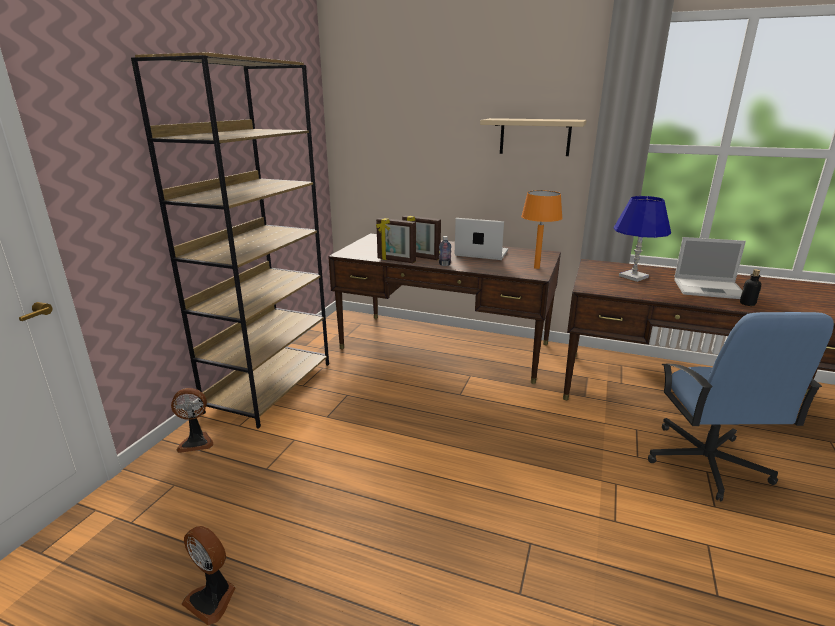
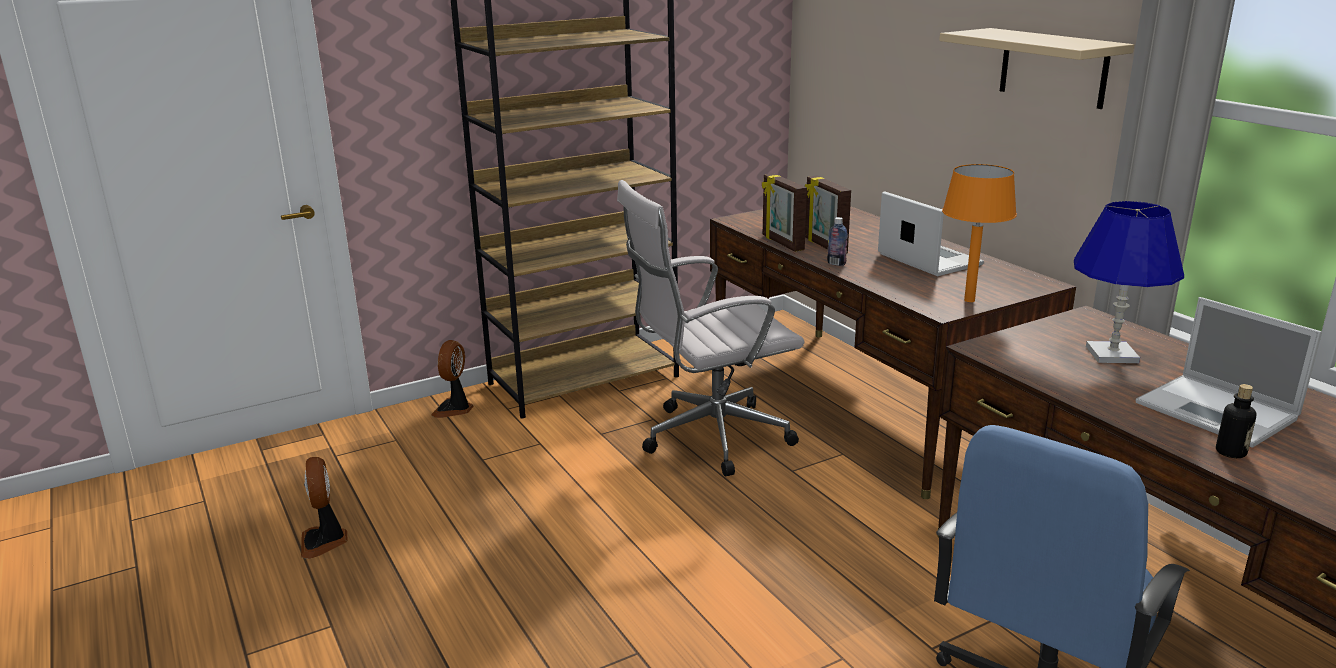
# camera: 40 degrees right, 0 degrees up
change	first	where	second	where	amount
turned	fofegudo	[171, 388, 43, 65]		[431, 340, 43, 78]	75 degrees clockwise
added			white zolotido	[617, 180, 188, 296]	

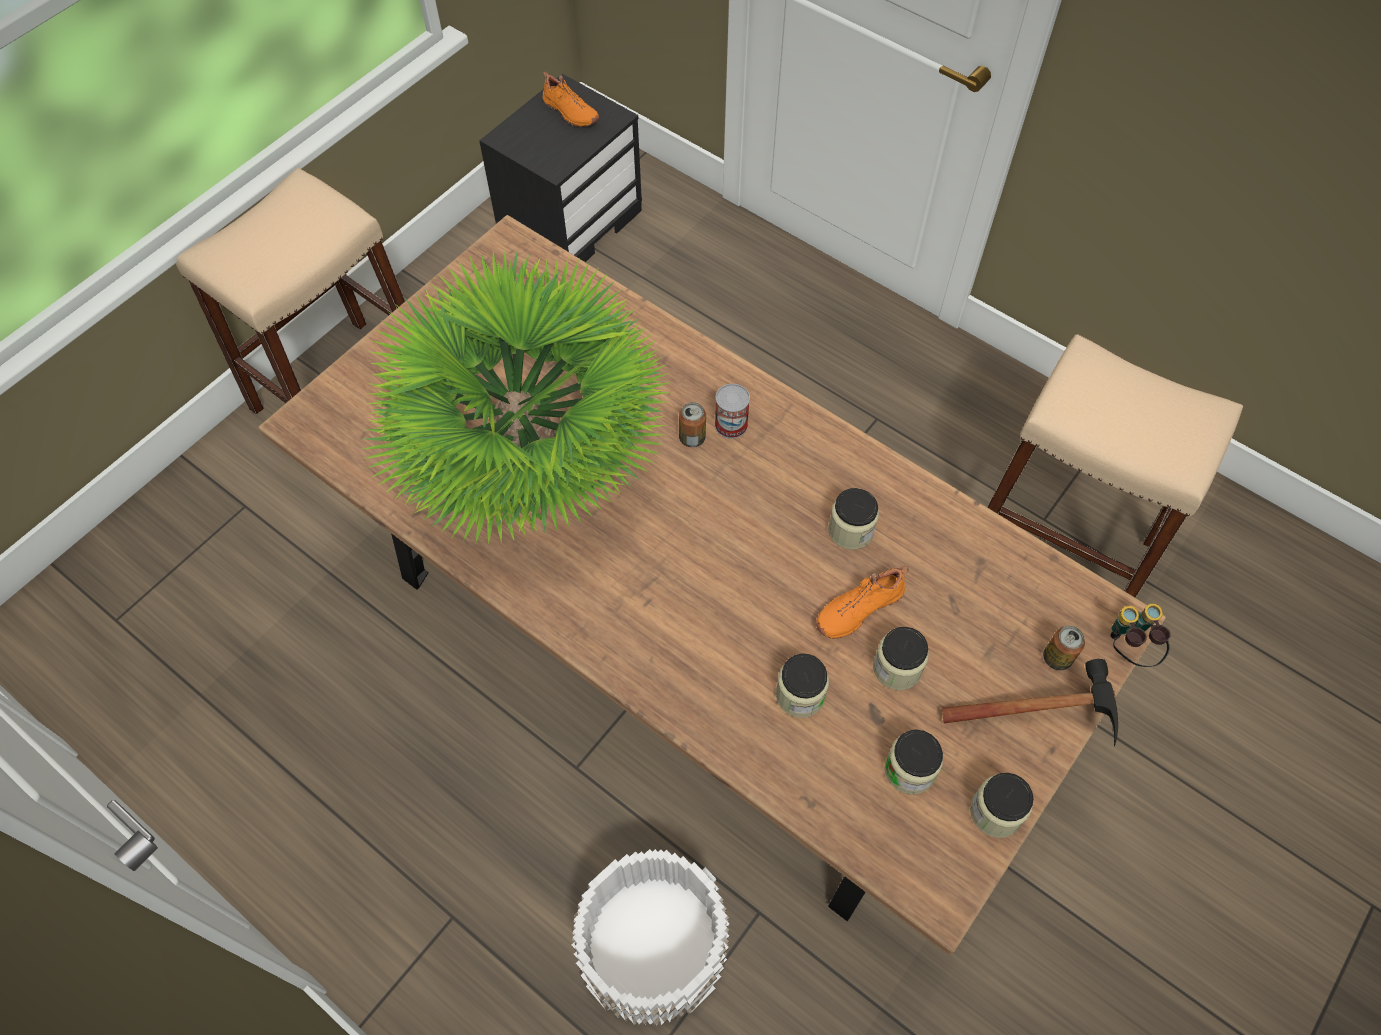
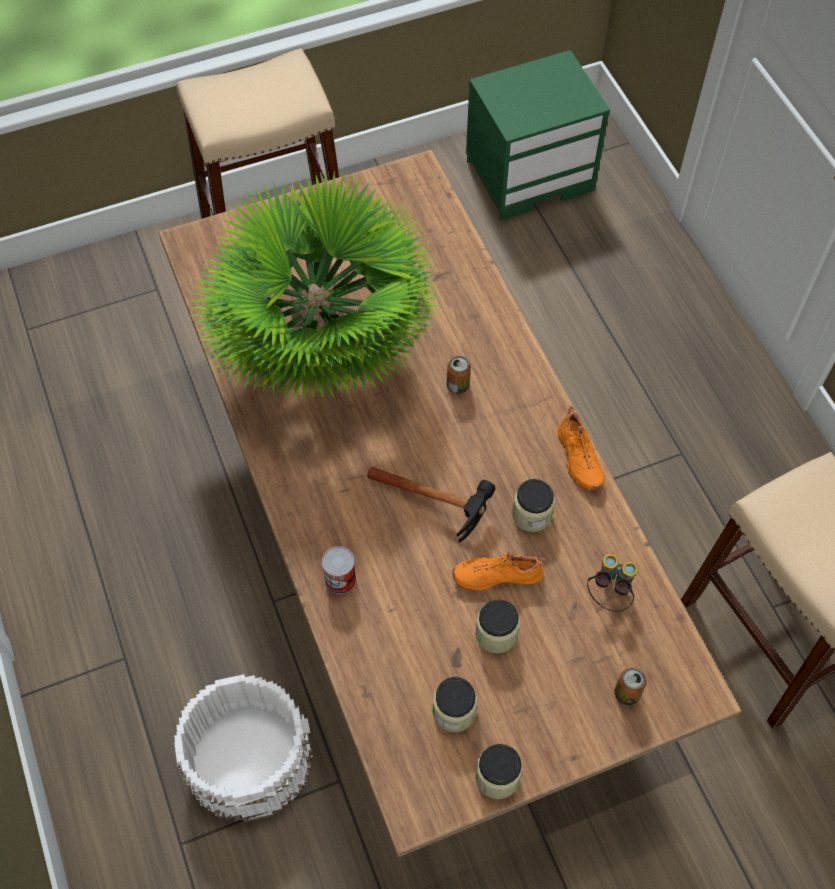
# camera: 30 degrees right, 0 degrees up
change	first	where	second	where	amount
moved	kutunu	[715, 384, 35, 55]		[322, 546, 34, 48]	
moved	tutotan	[942, 659, 176, 87]		[367, 467, 129, 75]	
recoloured	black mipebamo	[479, 74, 163, 188]	green mipebamo	[466, 50, 144, 171]	
moved	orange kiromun	[543, 71, 57, 56]		[558, 406, 46, 85]	
moved	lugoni	[1110, 603, 61, 64]		[587, 554, 51, 58]	
removed	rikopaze	[776, 653, 53, 65]			

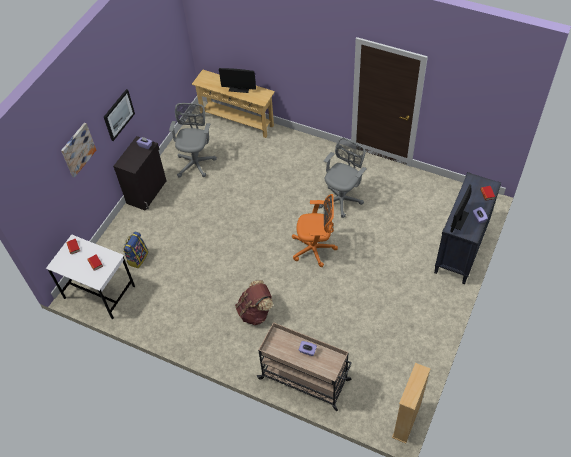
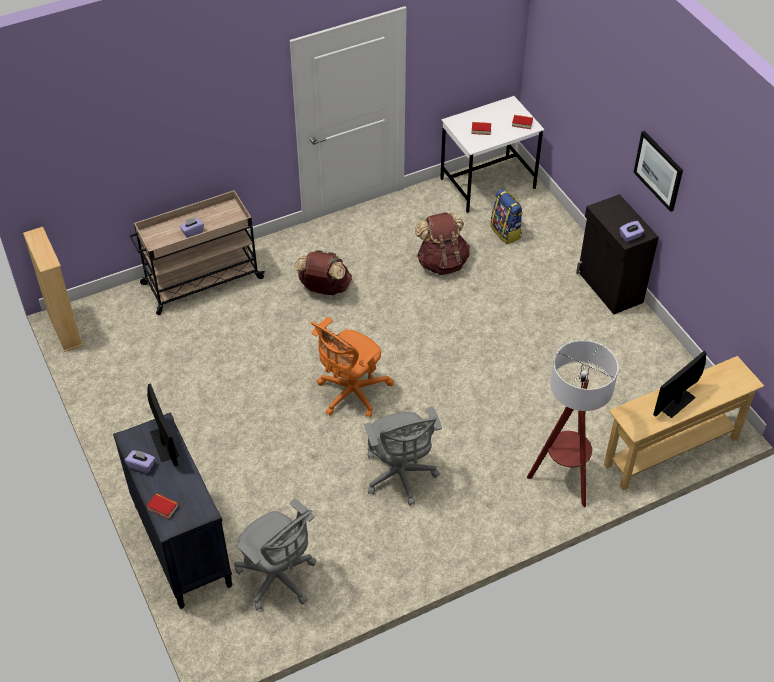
# camera: 125 degrees right, 5 degrees down
change	first	where	second	where	amount
moved	grey zolotido	[169, 103, 48, 75]		[234, 499, 83, 112]	
added			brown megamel	[415, 212, 55, 63]	
added			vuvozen	[527, 340, 92, 167]	
removed	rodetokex	[61, 123, 35, 55]			

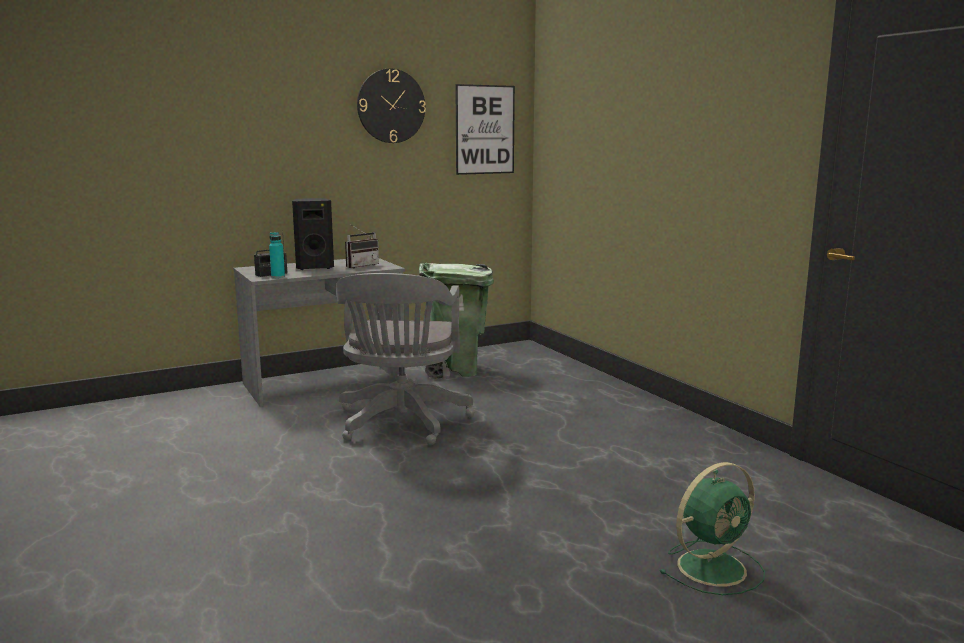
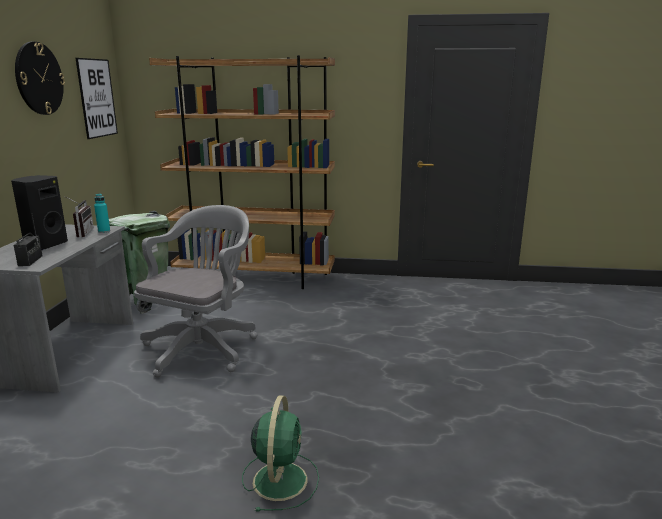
# camera: 55 degrees left, 5 degrees up
change	first	where	second	where	amount
moved	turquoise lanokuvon	[269, 232, 16, 46]		[94, 193, 16, 40]	
turned	grey zolotido	[336, 273, 139, 172]		[134, 205, 123, 173]	105 degrees counterclockwise
added			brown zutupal	[149, 55, 186, 234]	
moved	green fofegudo	[659, 462, 106, 133]		[242, 395, 77, 117]	

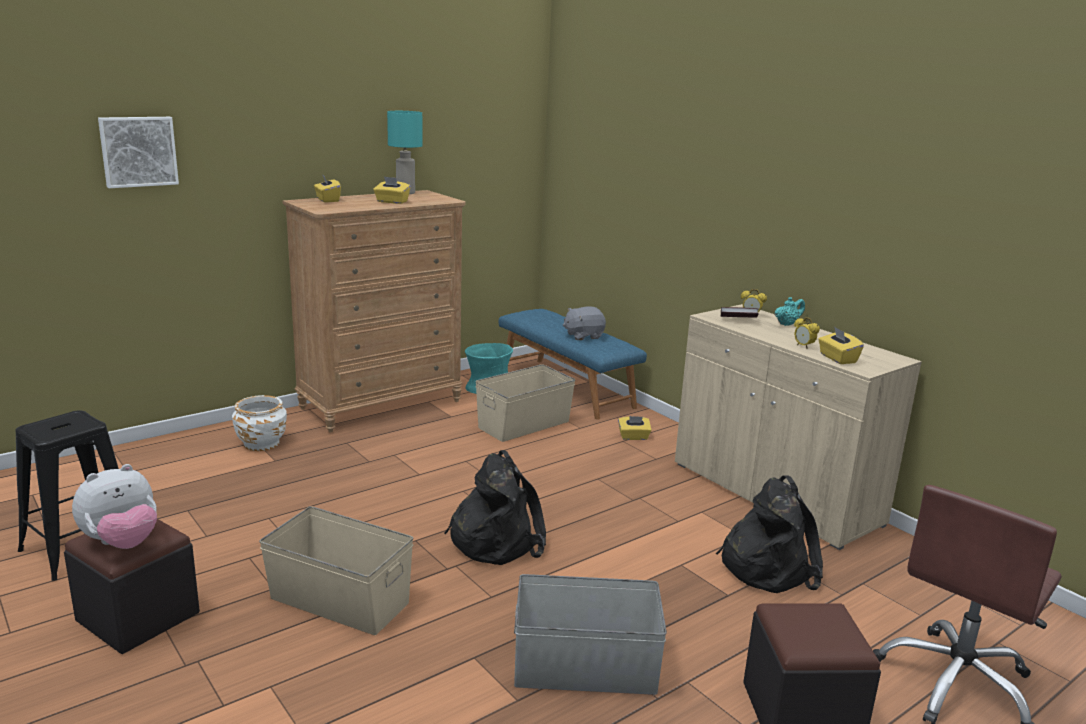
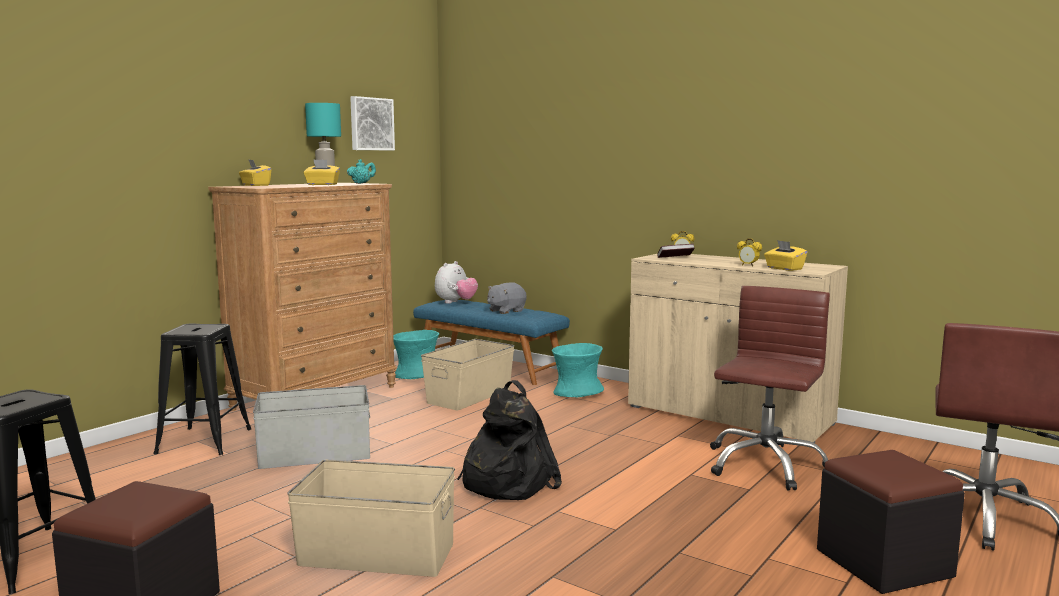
# camera: 15 degrees left, 10 degrees down
change	first	where	second	where	amount
replaced	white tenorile	[232, 395, 55, 56]	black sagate	[153, 324, 98, 131]	
moved	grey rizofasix	[514, 574, 153, 121]		[253, 385, 117, 84]	
moved	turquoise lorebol	[774, 297, 31, 29]		[347, 159, 29, 25]	
moved	rodetokex	[98, 117, 81, 71]		[350, 96, 45, 54]	
moved	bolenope	[72, 464, 85, 85]		[435, 261, 43, 43]	
replaced	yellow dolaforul	[618, 416, 34, 24]	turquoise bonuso	[552, 343, 52, 54]	
replaced	black megamel	[716, 475, 107, 118]	brown zolotido	[710, 286, 120, 204]	

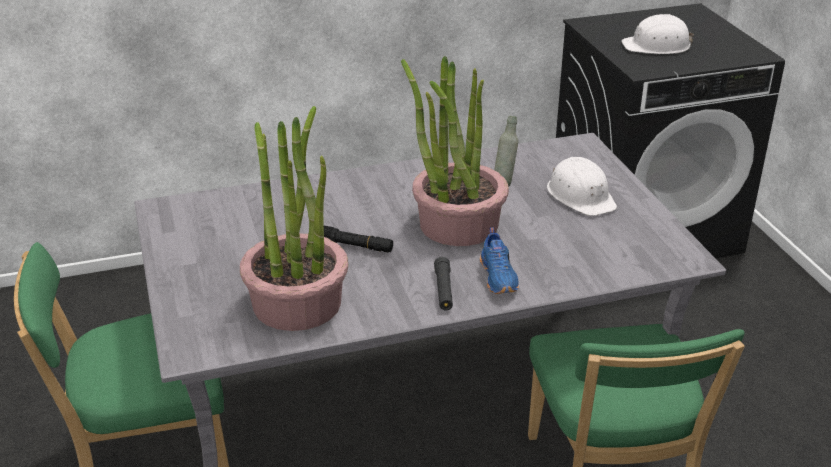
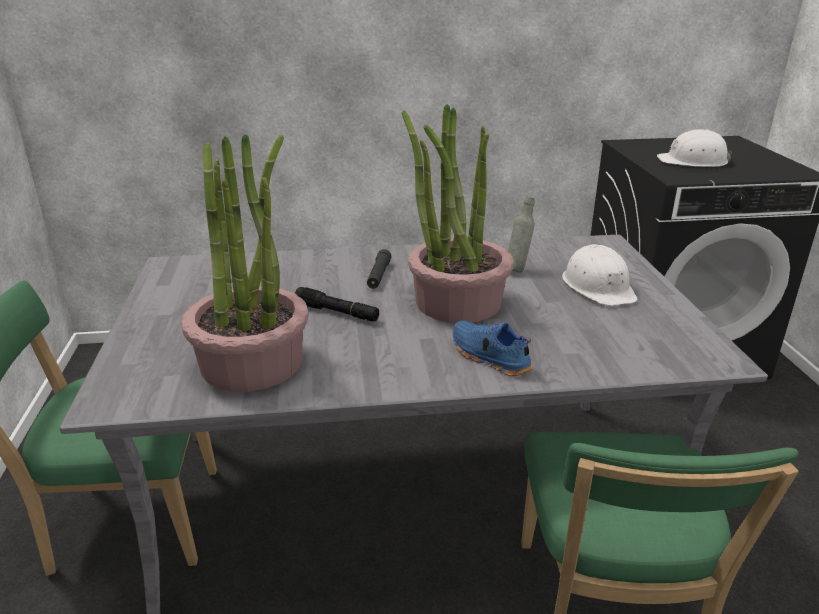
# camera: 10 degrees right, 5 degrees down
change	first	where	second	where	amount
moved	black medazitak	[434, 257, 19, 53]		[367, 249, 24, 40]	
turned	blue kiromun	[480, 228, 39, 66]		[453, 321, 79, 55]	135 degrees clockwise

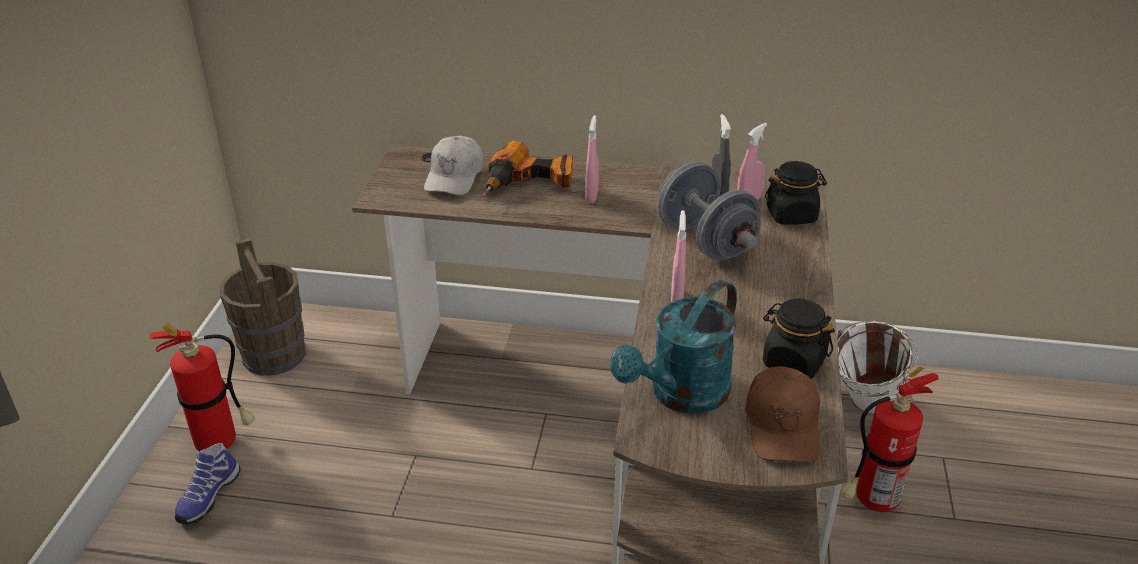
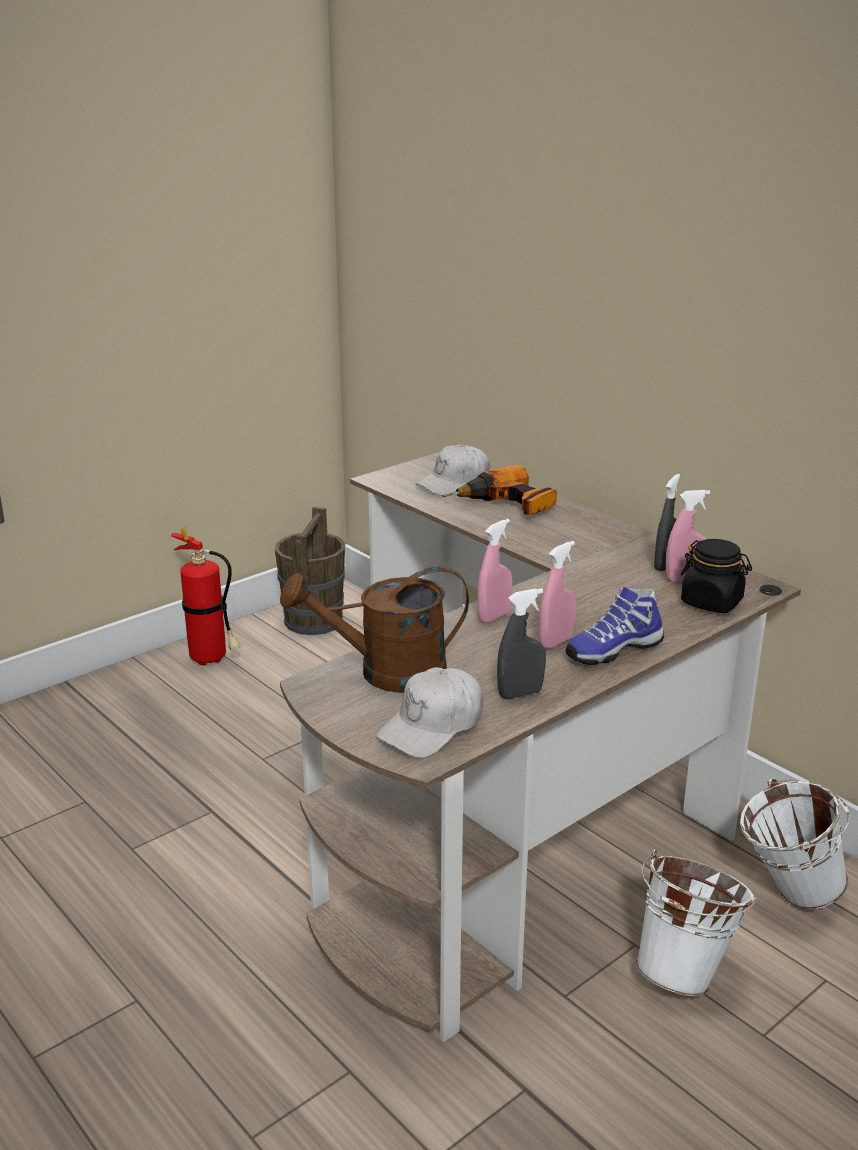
# camera: 40 degrees right, 10 degrees down
change	first	where	second	where	amount
recoloured	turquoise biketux	[610, 280, 127, 134]	brown biketux	[280, 566, 189, 127]	
recoloured	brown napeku	[745, 366, 75, 96]	white napeku	[376, 667, 107, 91]	
replaced	black rikopaze	[763, 299, 72, 80]	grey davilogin	[497, 588, 49, 111]	
moved	pink davilogin	[585, 115, 14, 88]		[539, 541, 37, 108]	
moved	kiromun	[175, 443, 66, 81]		[566, 587, 98, 78]	
replaced	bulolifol	[841, 367, 98, 146]	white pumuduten	[635, 850, 121, 147]	
removed	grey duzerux	[658, 162, 103, 98]			

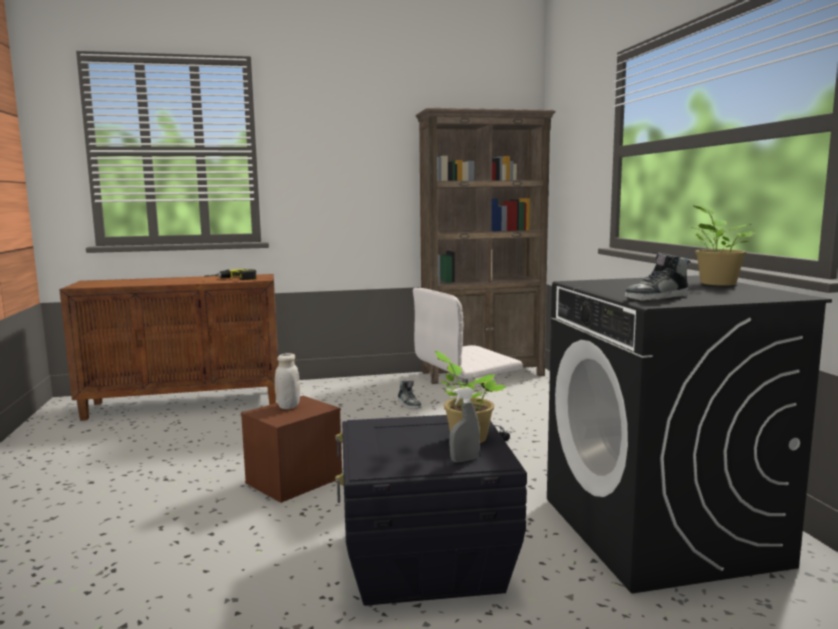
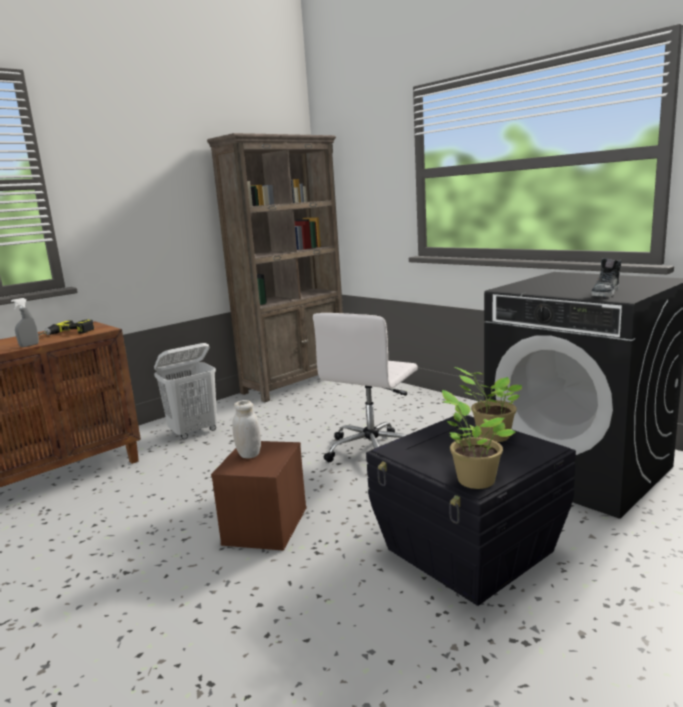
# camera: 30 degrees left, 5 degrees up
change	first	where	second	where	amount
moved	grey davilogin	[449, 387, 31, 76]		[11, 298, 28, 49]	
added			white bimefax	[154, 343, 63, 96]	
moved	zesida	[689, 205, 66, 81]		[442, 390, 74, 99]	
removed	kiromun	[398, 381, 23, 28]			

